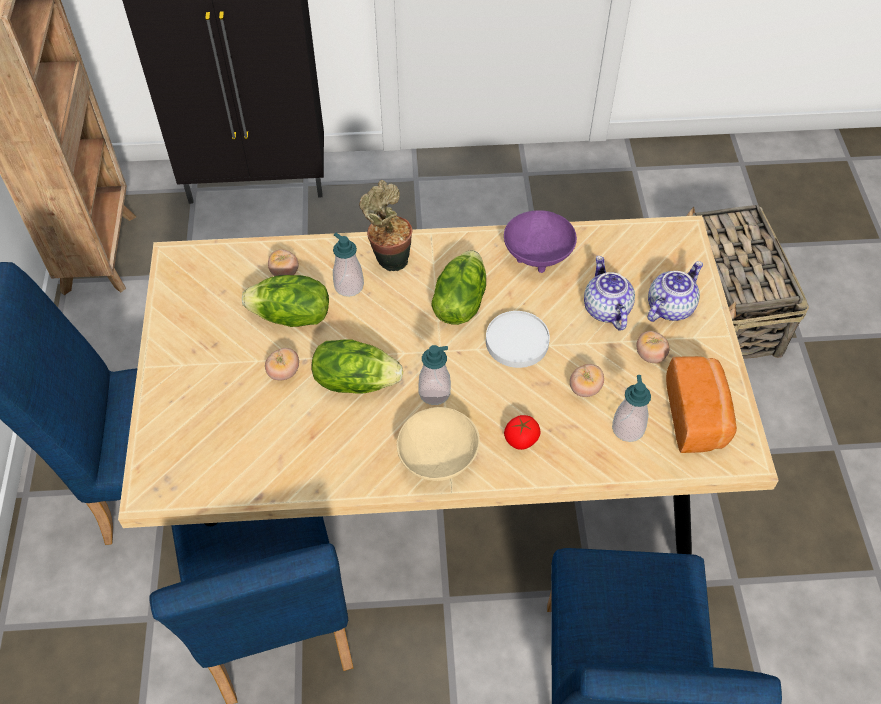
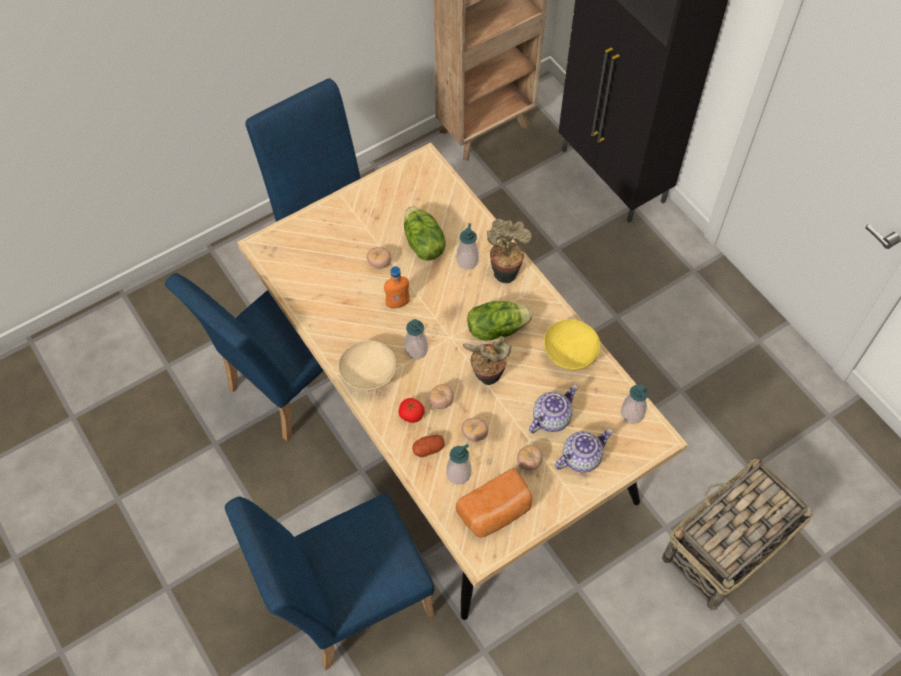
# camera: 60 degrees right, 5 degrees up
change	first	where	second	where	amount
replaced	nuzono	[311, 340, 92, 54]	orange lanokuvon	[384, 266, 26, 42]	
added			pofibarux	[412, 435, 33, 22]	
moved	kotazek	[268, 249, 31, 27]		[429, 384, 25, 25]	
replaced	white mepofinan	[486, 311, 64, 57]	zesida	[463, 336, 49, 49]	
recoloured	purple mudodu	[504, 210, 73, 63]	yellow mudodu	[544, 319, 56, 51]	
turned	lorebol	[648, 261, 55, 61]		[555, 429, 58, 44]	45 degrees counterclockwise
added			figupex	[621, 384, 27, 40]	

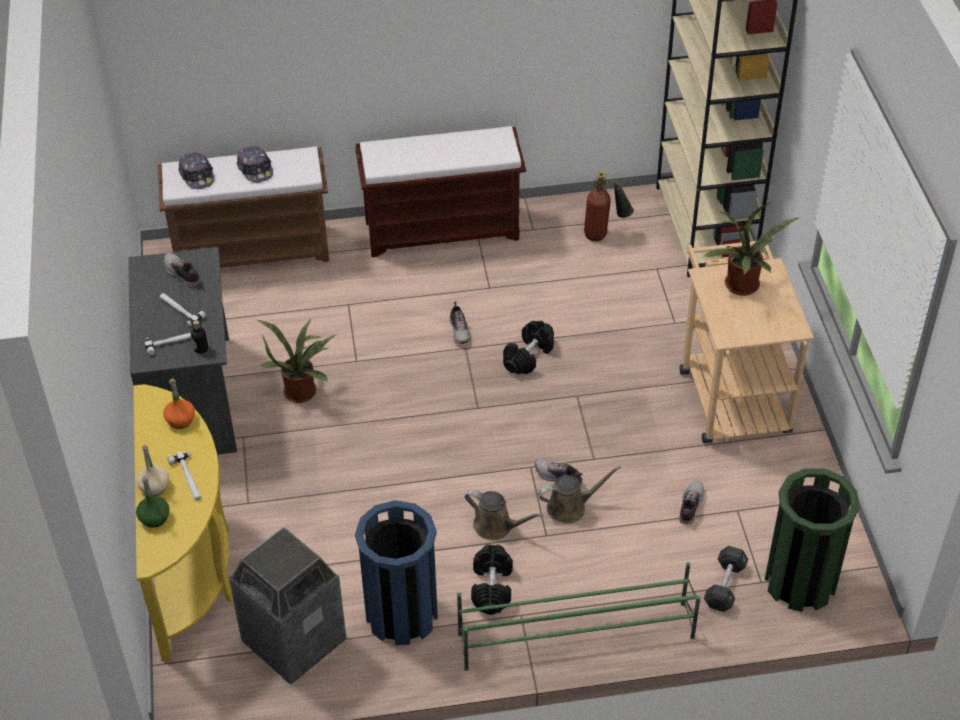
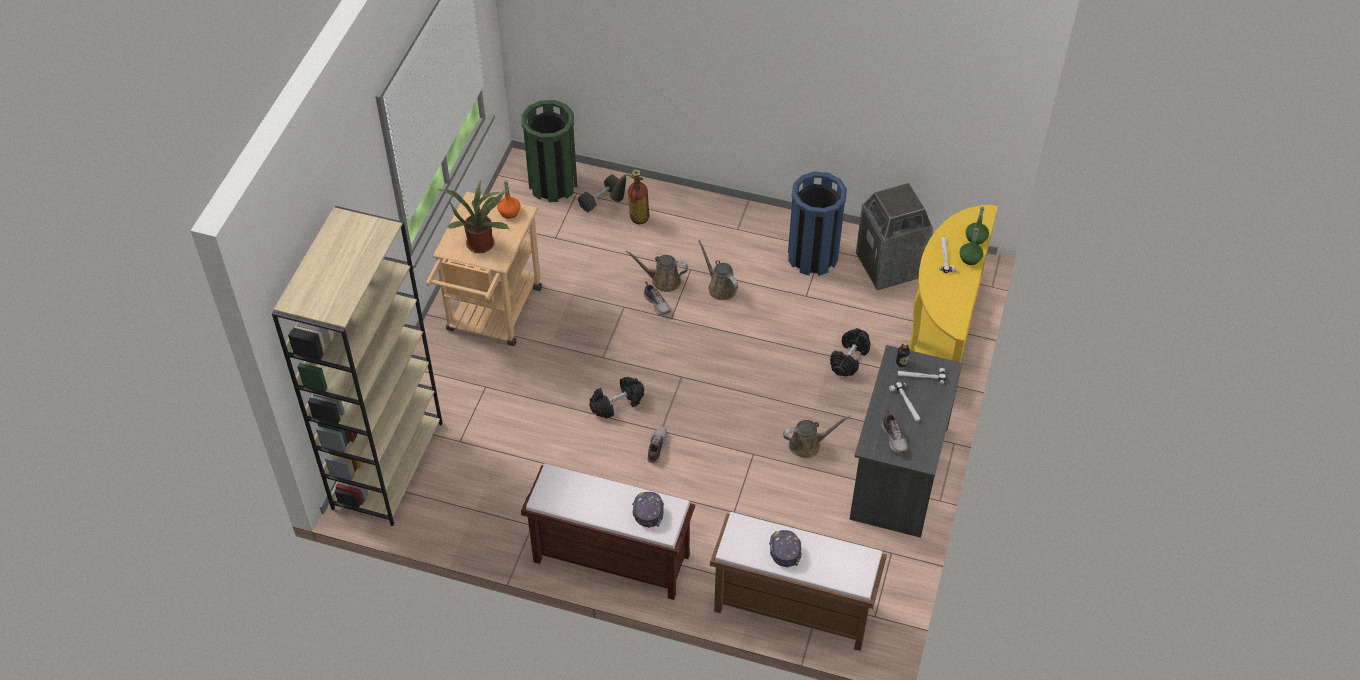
# camera: 155 degrees left, 5 degrees up
change	first	where	second	where	amount
moved	orange lanokuvon	[163, 378, 32, 51]		[497, 180, 23, 38]	
moved	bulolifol	[584, 171, 50, 70]		[610, 169, 39, 55]	
moved	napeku	[178, 152, 36, 37]		[632, 492, 32, 36]	
replaced	zesida	[257, 318, 79, 85]	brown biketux	[783, 415, 68, 43]	
moved	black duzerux	[471, 544, 42, 71]		[830, 328, 41, 49]	
recoloured	beige lanokuvon	[136, 445, 33, 51]	green lanokuvon	[960, 227, 23, 38]	
removed	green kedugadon	[457, 562, 244, 109]			
removed	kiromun	[679, 481, 25, 44]			

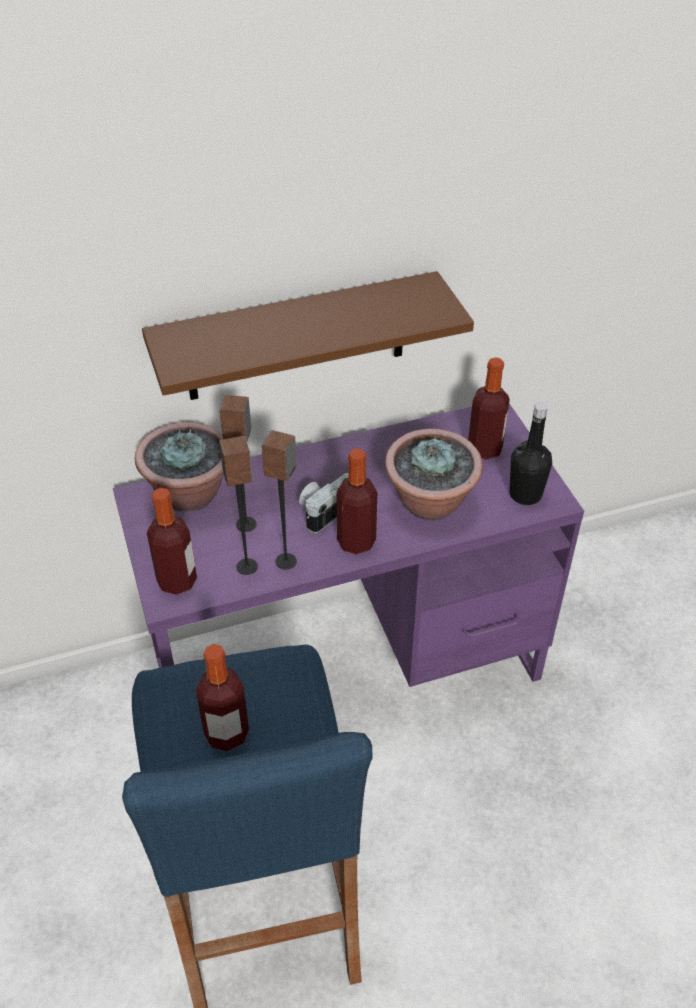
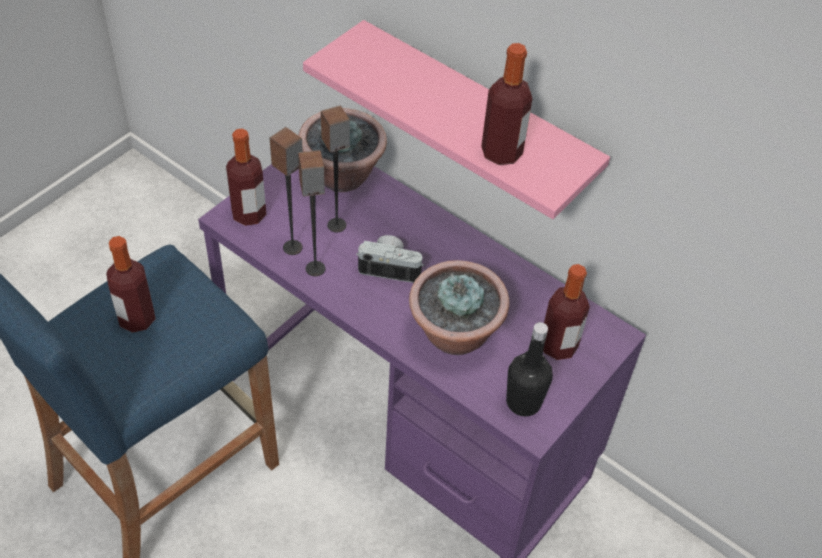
# camera: 55 degrees right, 5 degrees up
change	first	where	second	where	amount
recoloured	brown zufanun	[142, 271, 332, 129]	pink zufanun	[303, 20, 307, 199]	
moved	lanokuvon	[337, 448, 40, 107]		[481, 43, 51, 122]	

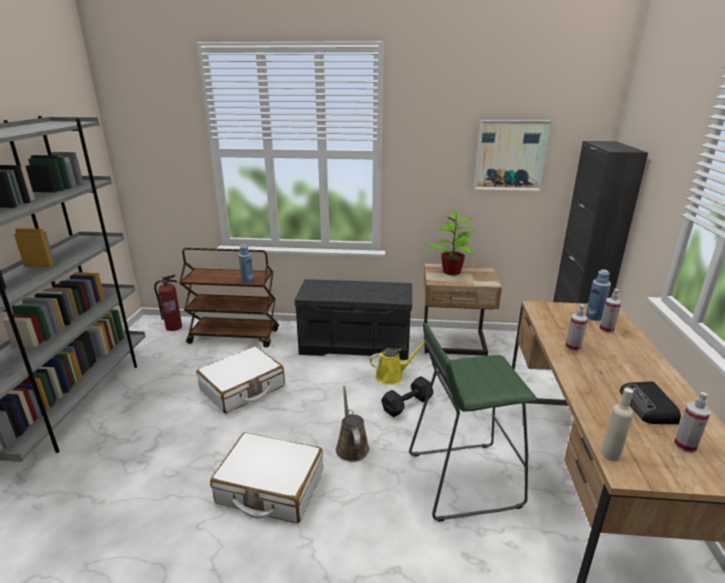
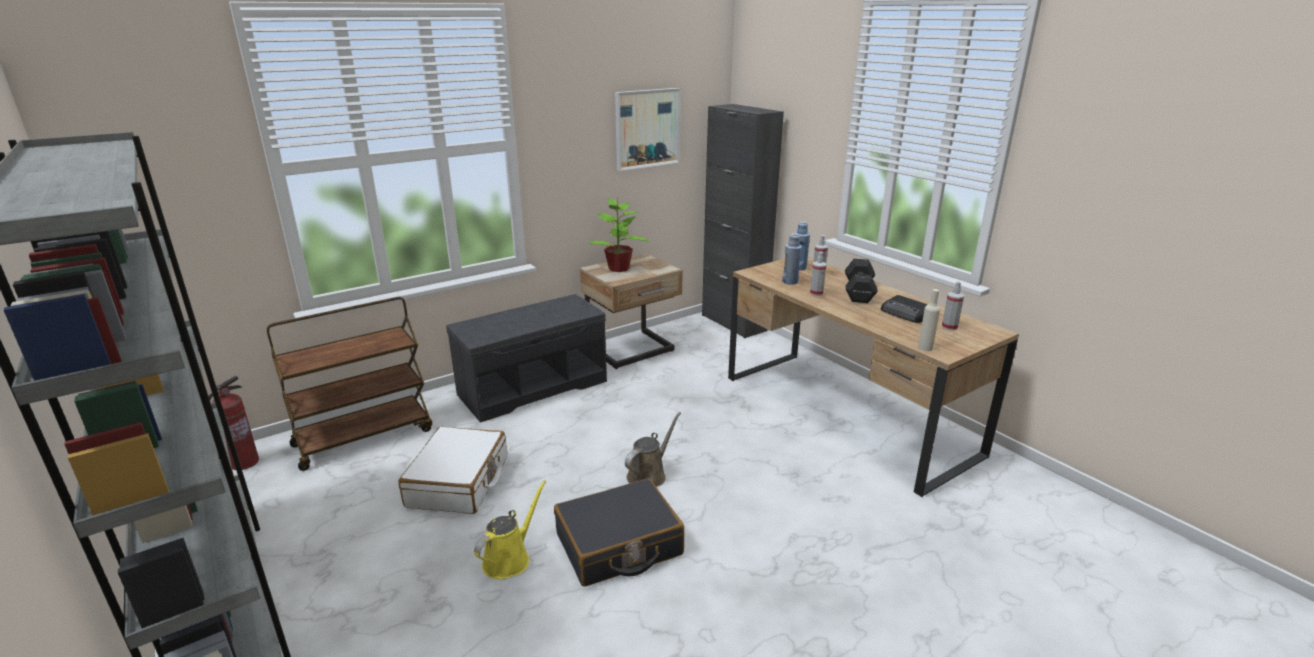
# camera: 40 degrees left, 0 degrees up
change	first	where	second	where	amount
moved	yellow biketux	[369, 341, 56, 44]		[474, 480, 72, 99]	
recoloured	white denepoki	[210, 432, 113, 91]	black denepoki	[554, 479, 130, 108]	
turned	brown biketux	[336, 386, 33, 76]		[625, 412, 56, 75]	90 degrees clockwise
moved	blue lanokuvon	[238, 245, 16, 38]		[782, 233, 20, 52]	
moved	black duzerux	[381, 376, 52, 41]		[845, 259, 33, 44]	
removed	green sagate	[409, 323, 128, 199]			

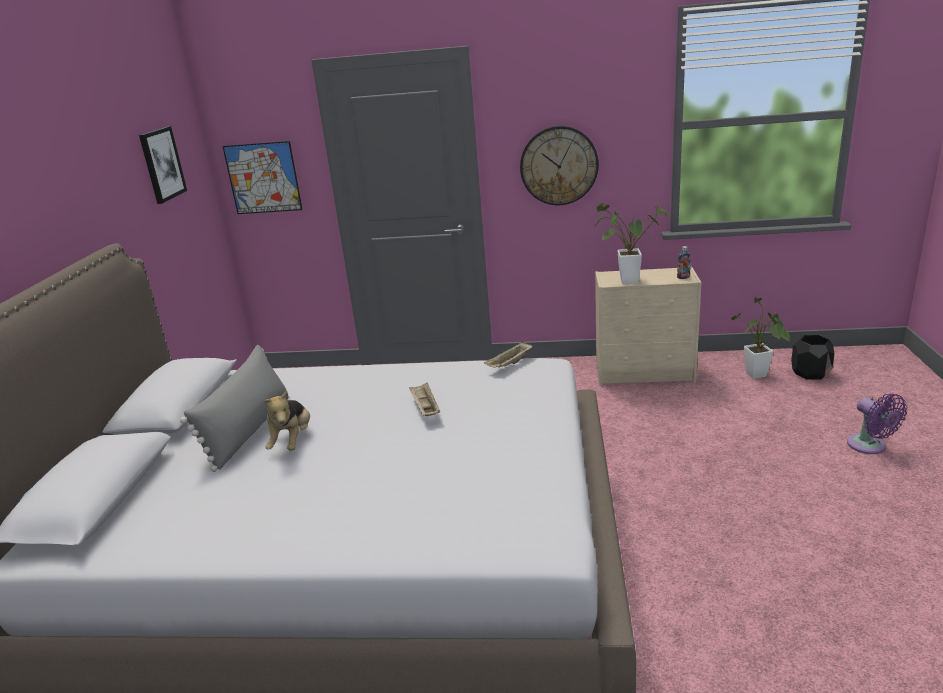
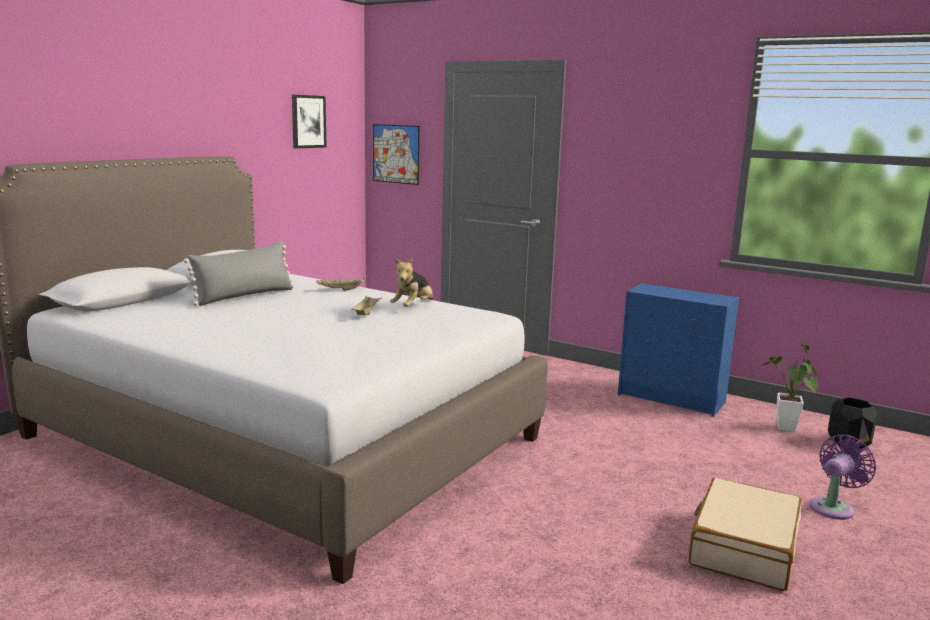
# camera: 25 degrees right, 10 degrees down
change	first	where	second	where	amount
moved	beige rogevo	[484, 341, 48, 27]		[316, 278, 50, 13]	
moved	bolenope	[264, 390, 46, 61]		[390, 258, 43, 49]	
recoloured	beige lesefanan	[595, 267, 107, 119]	blue lesefanan	[618, 283, 121, 134]	
added			beige denepoki	[689, 477, 113, 114]	
turned	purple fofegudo	[847, 394, 60, 60]		[810, 435, 66, 85]	135 degrees counterclockwise
removed	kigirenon	[520, 126, 79, 79]			
removed	zesida	[594, 203, 74, 81]			
removed	lanokuvon	[677, 246, 14, 33]			

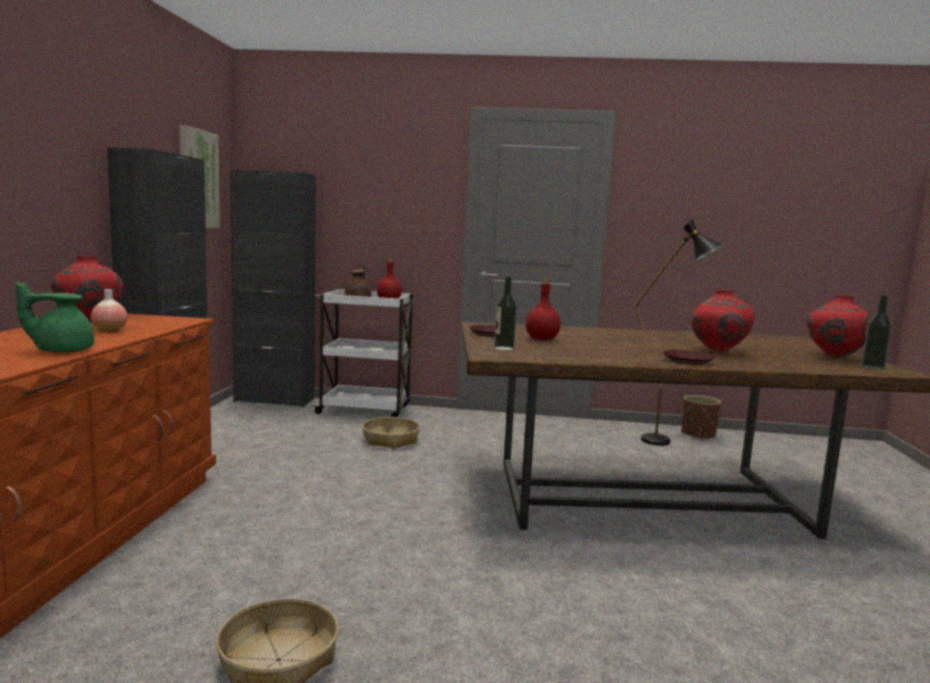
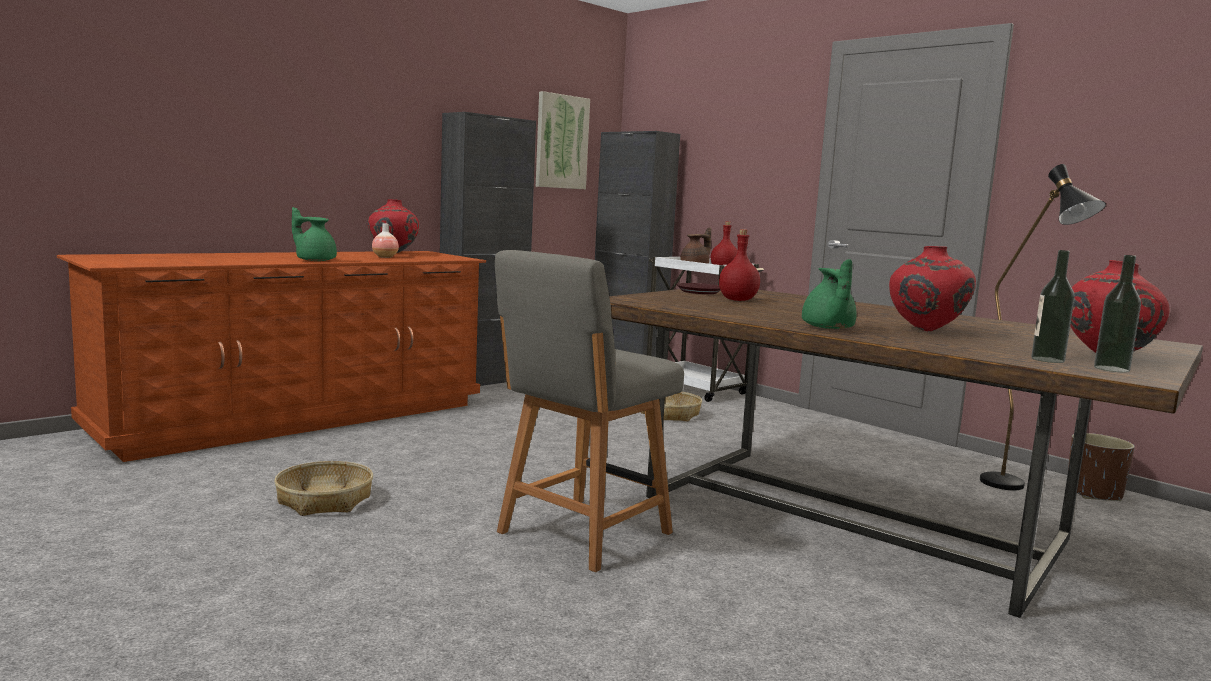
# camera: 40 degrees right, 0 degrees up
change	first	where	second	where	amount
added			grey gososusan	[495, 250, 189, 322]	
replaced	brown mepofinan	[663, 350, 52, 15]	green lorebol	[802, 259, 55, 70]	
moved	lanokuvon	[494, 276, 23, 75]		[1031, 250, 44, 113]	

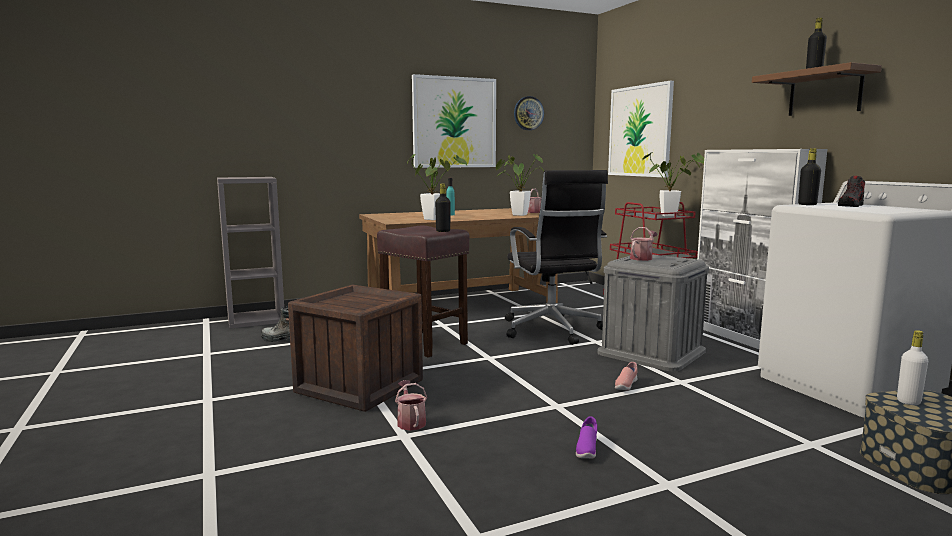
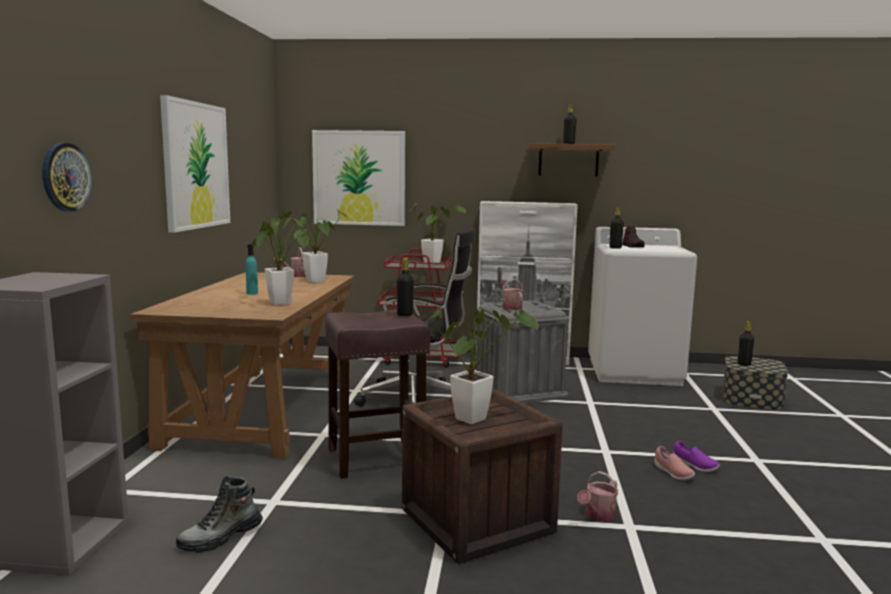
# camera: 60 degrees left, 0 degrees up
change	first	where	second	where	amount
moved	kigirenon	[514, 96, 30, 34]		[42, 143, 50, 69]	
added			zesida	[424, 308, 115, 116]	
turned	biketux	[395, 380, 32, 51]		[577, 471, 41, 51]	60 degrees counterclockwise
moved	pink kiromun	[615, 362, 23, 28]		[654, 446, 41, 34]	
recoloured	white lanokuvon	[897, 330, 31, 75]	black lanokuvon	[738, 321, 16, 45]	

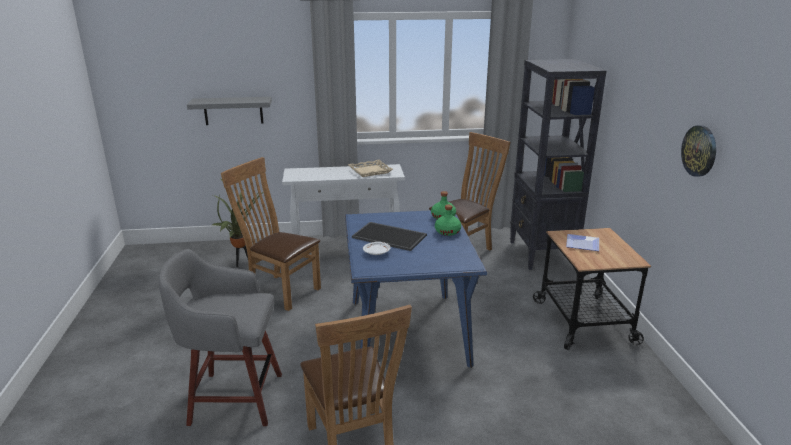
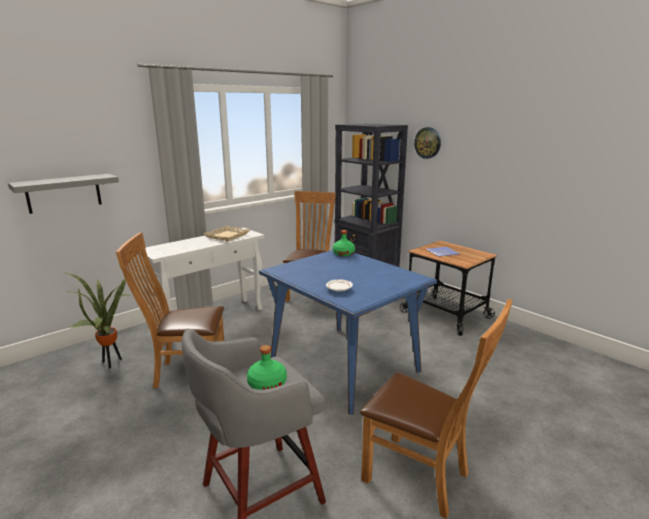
# camera: 35 degrees left, 5 degrees down
change	first	where	second	where	amount
moved	green lanokuvon	[435, 205, 26, 31]		[247, 345, 40, 45]	
moved	kigirenon	[681, 125, 35, 52]		[414, 127, 27, 32]	
removed	rogevo	[352, 222, 75, 29]			

